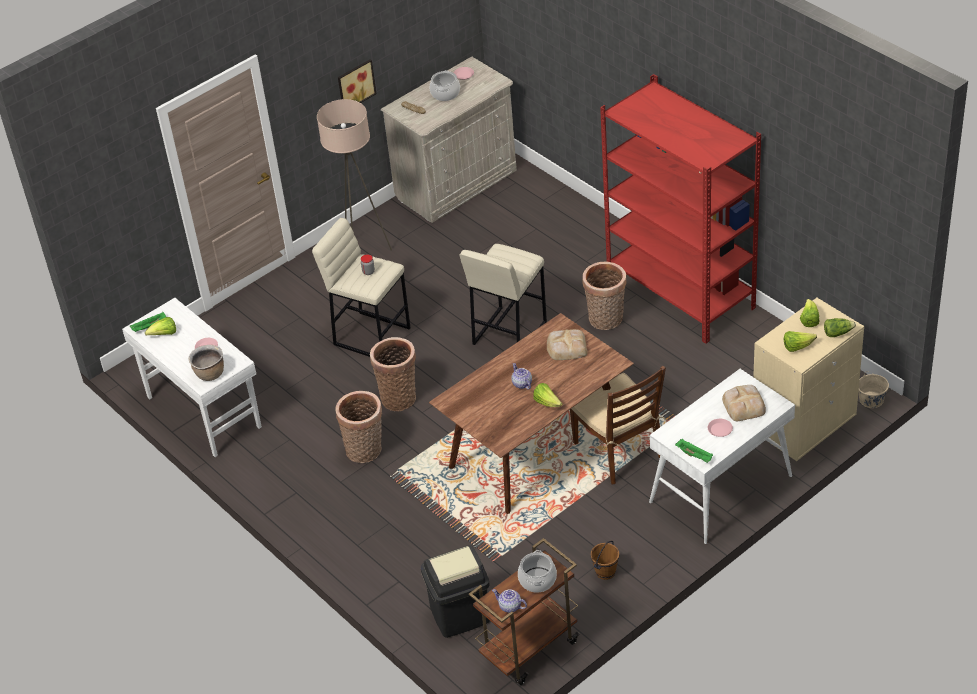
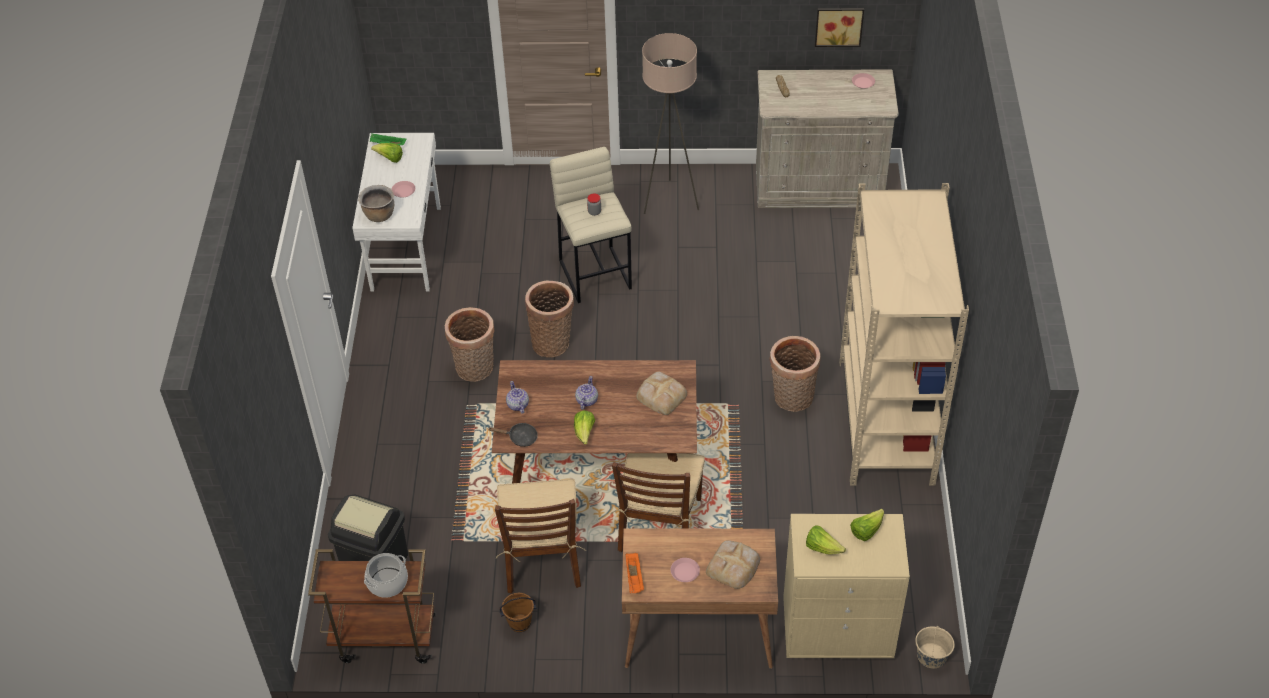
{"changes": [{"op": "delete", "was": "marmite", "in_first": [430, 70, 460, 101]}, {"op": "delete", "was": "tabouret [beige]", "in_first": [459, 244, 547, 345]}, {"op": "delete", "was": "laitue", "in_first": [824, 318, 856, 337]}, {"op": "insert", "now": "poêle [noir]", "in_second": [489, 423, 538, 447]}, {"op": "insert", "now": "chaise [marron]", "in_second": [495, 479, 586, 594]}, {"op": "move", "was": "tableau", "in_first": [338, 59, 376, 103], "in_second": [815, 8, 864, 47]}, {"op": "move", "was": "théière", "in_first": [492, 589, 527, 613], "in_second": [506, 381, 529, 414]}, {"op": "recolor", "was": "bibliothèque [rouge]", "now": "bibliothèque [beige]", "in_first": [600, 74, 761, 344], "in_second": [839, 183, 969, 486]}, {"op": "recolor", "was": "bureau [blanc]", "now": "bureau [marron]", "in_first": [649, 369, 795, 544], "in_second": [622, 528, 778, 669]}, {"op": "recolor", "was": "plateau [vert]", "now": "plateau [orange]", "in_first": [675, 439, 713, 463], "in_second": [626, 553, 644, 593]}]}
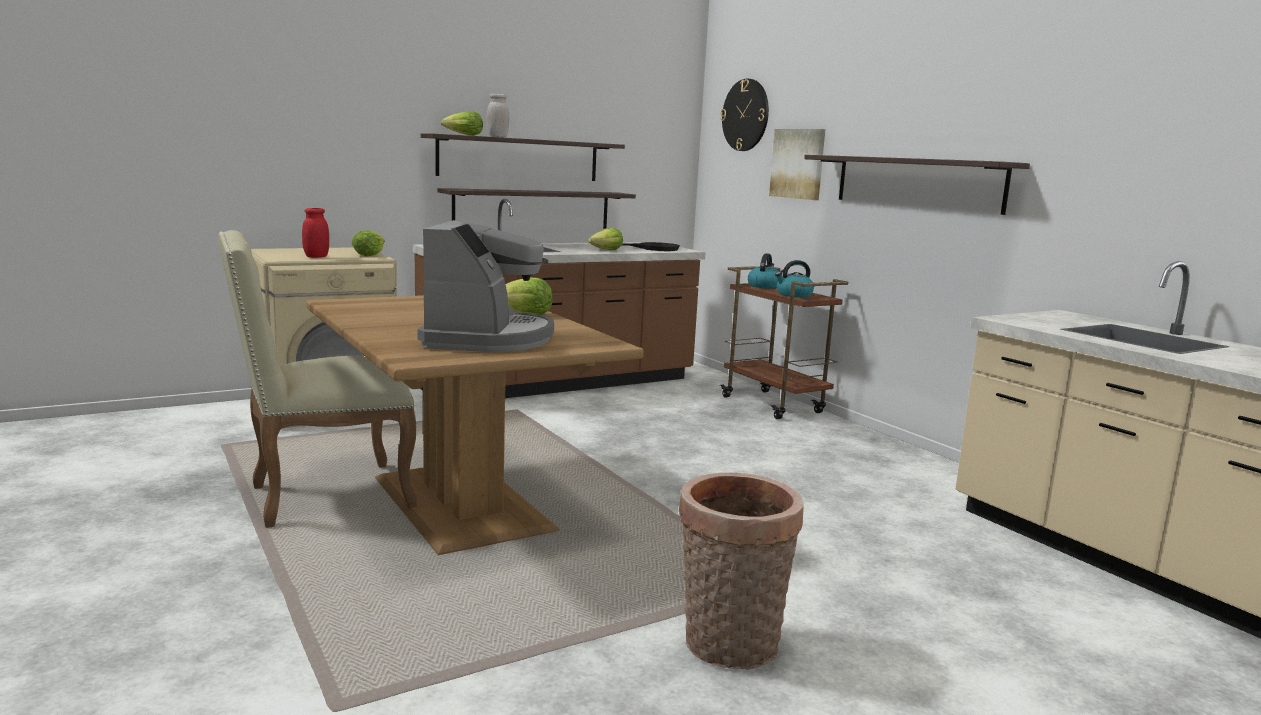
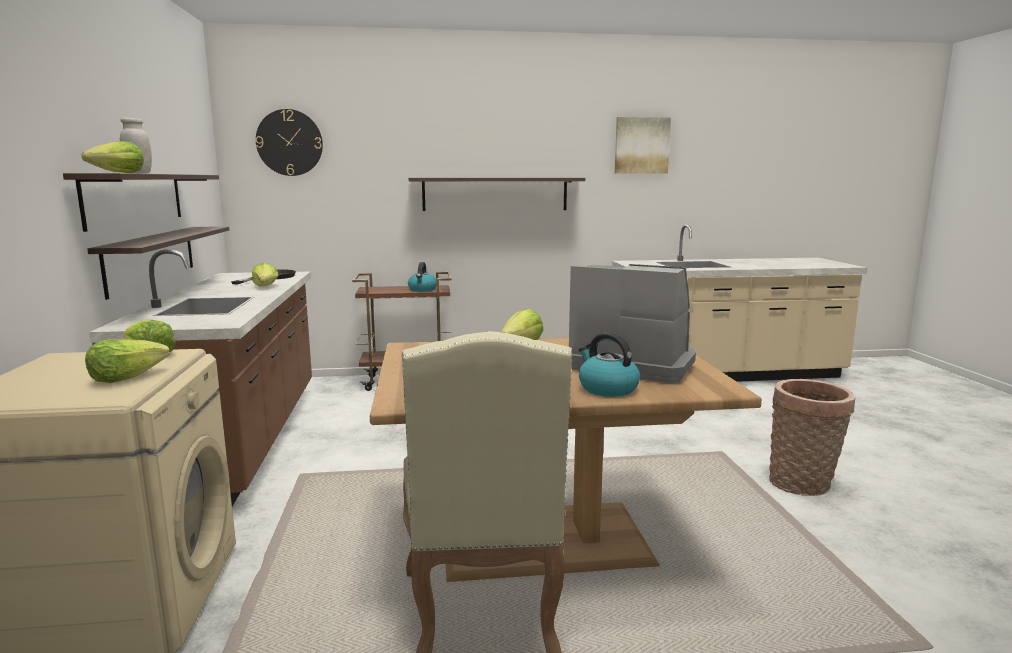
{"changes": [{"op": "move", "was": "bouilloire", "in_first": [748, 253, 779, 289], "in_second": [579, 332, 640, 397]}, {"op": "move", "was": "tableau", "in_first": [769, 129, 825, 200], "in_second": [615, 117, 671, 174]}, {"op": "replace", "was": "bocal [rouge]", "now": "laitue", "in_first": [302, 208, 329, 258], "in_second": [85, 339, 170, 383]}]}
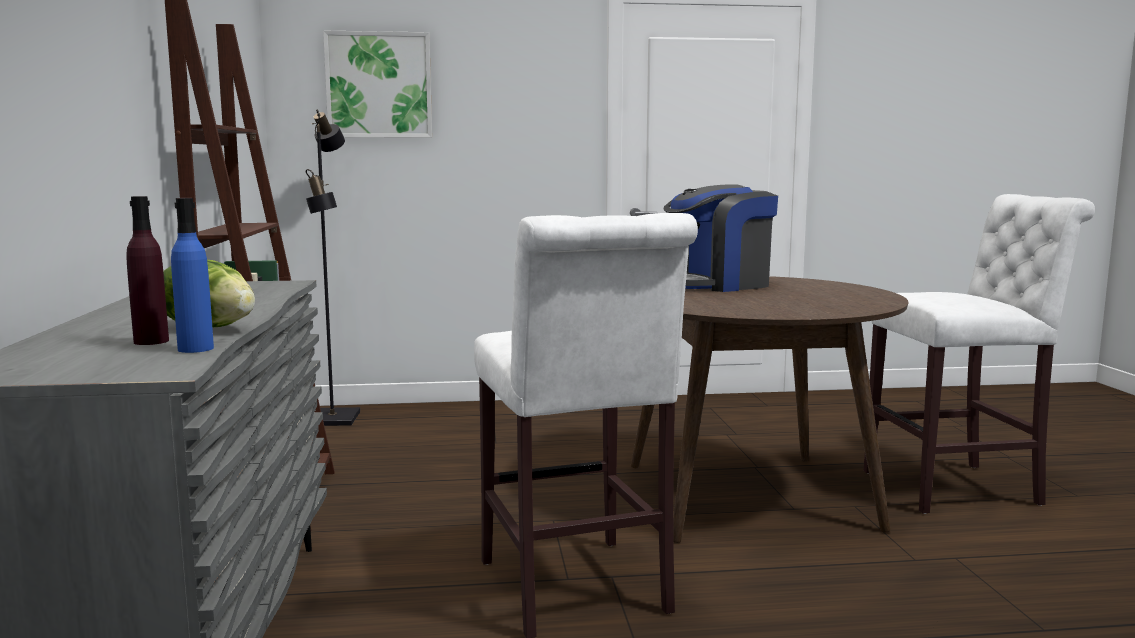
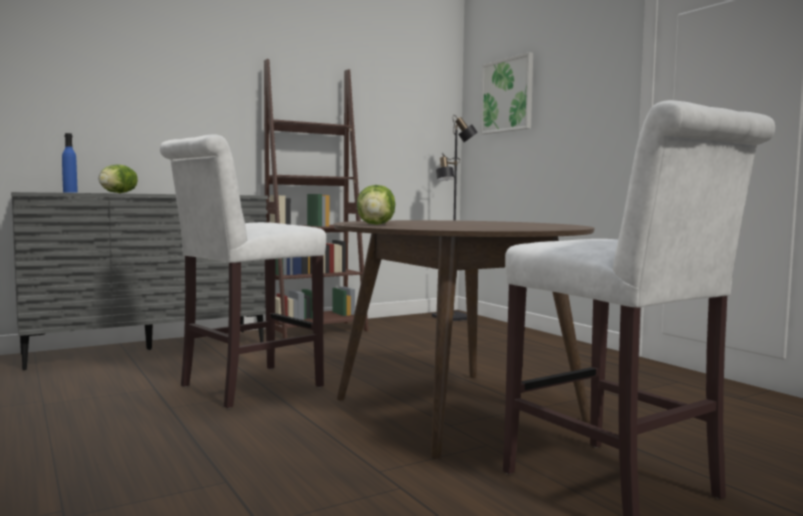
{"changes": [{"op": "delete", "was": "bouteille [violet]", "in_first": [126, 196, 169, 345]}, {"op": "delete", "was": "machine à café", "in_first": [664, 184, 778, 292]}, {"op": "insert", "now": "laitue", "in_second": [357, 185, 395, 225]}]}
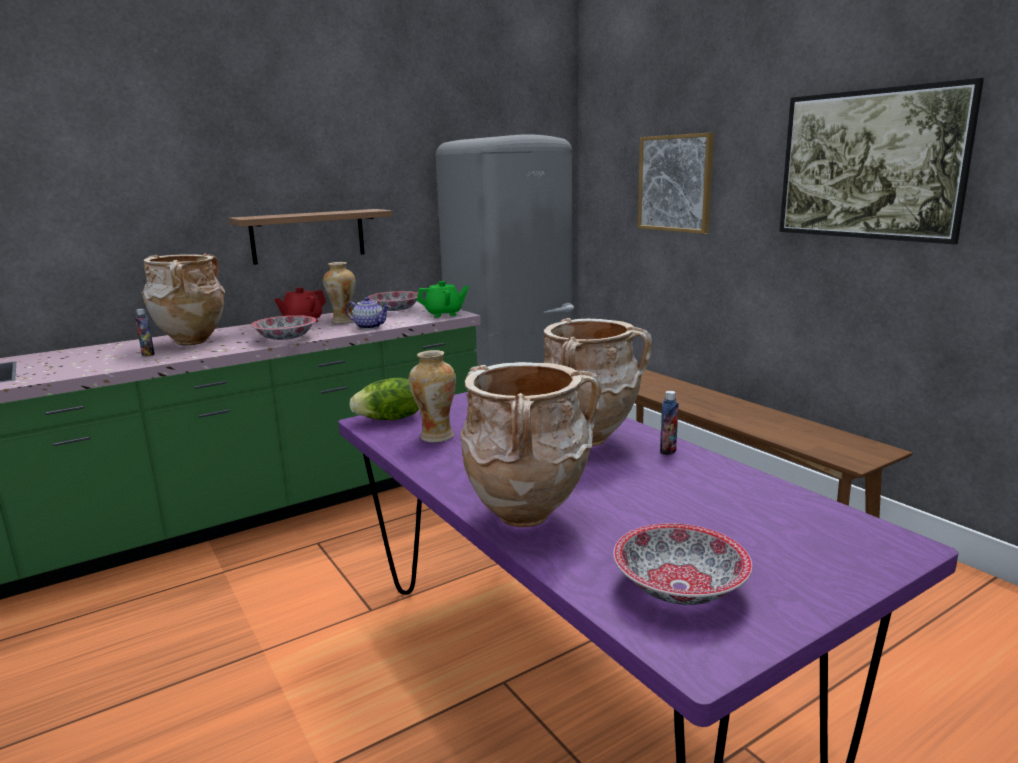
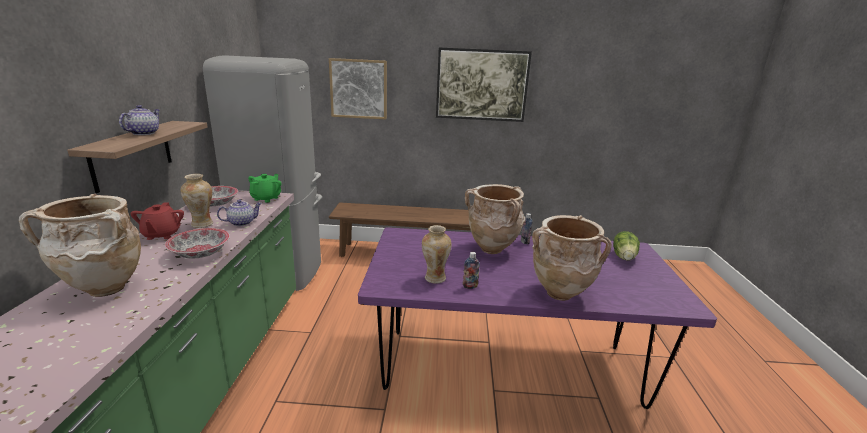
{"changes": [{"op": "delete", "was": "bol", "in_first": [613, 524, 752, 605]}, {"op": "insert", "now": "théière", "in_second": [119, 105, 160, 135]}, {"op": "move", "was": "bouteille", "in_first": [135, 309, 155, 356], "in_second": [463, 252, 480, 289]}, {"op": "move", "was": "laitue", "in_first": [349, 378, 419, 420], "in_second": [613, 231, 640, 261]}]}
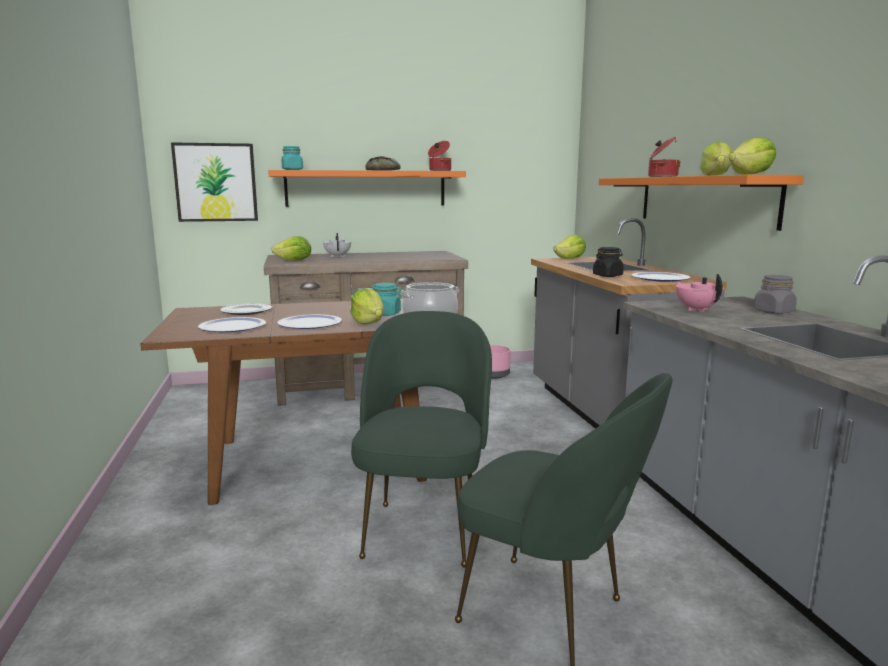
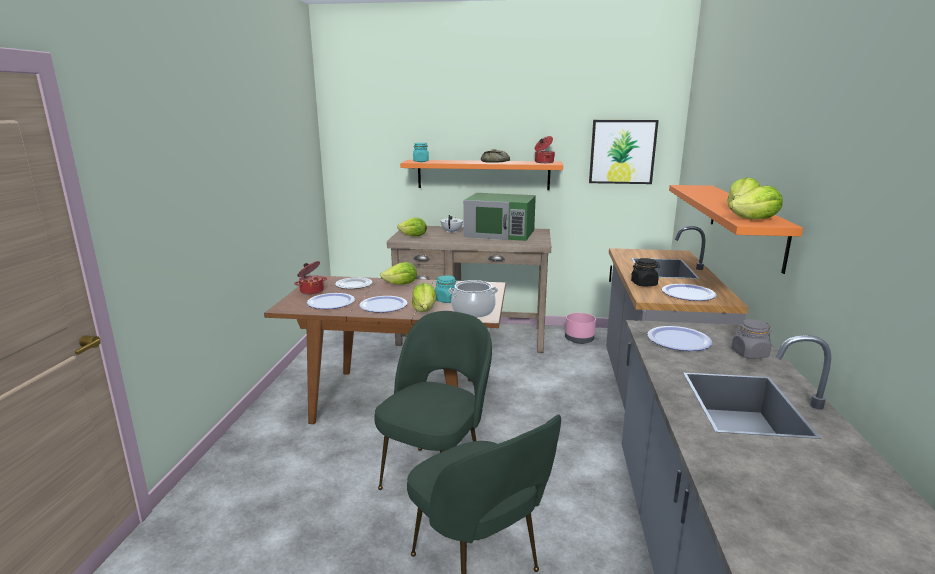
{"changes": [{"op": "insert", "now": "micro-ondes [vert]", "in_second": [463, 193, 536, 241]}, {"op": "move", "was": "tableau", "in_first": [171, 142, 258, 222], "in_second": [589, 120, 659, 184]}, {"op": "move", "was": "laitue", "in_first": [553, 235, 586, 259], "in_second": [380, 262, 417, 285]}, {"op": "move", "was": "marmite", "in_first": [648, 136, 681, 177], "in_second": [294, 261, 327, 295]}, {"op": "replace", "was": "théière [rose]", "now": "assiette", "in_first": [675, 274, 724, 312], "in_second": [647, 326, 712, 351]}]}
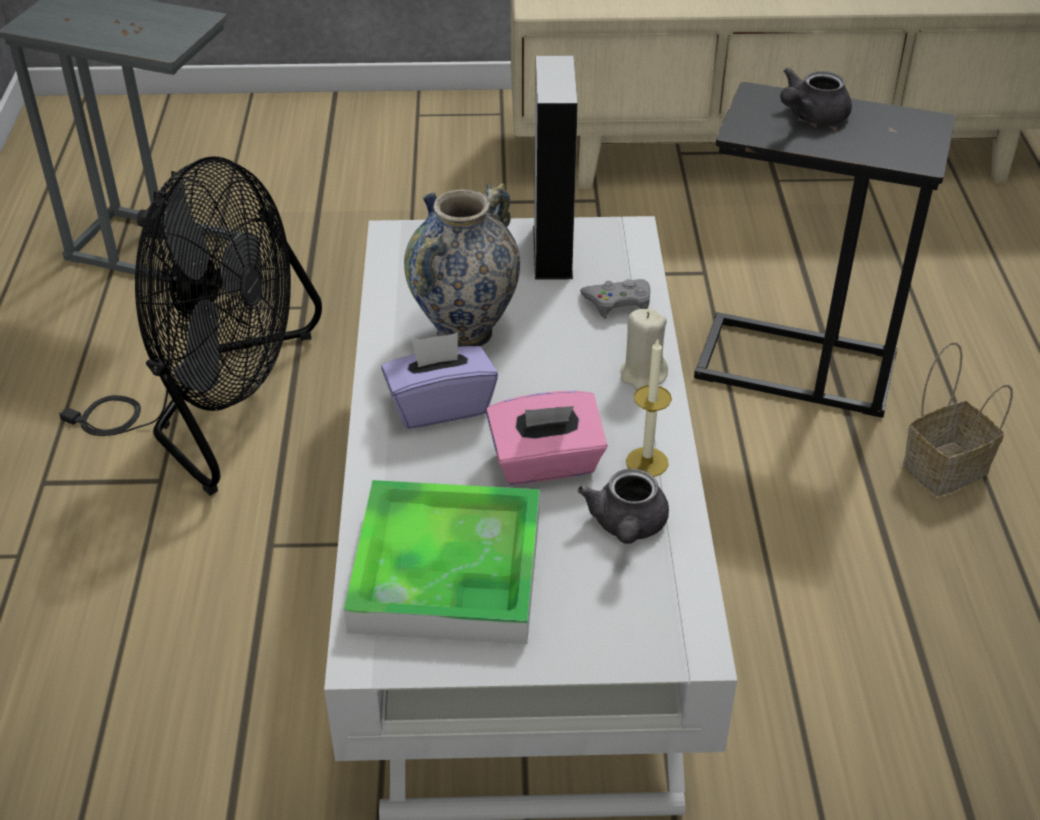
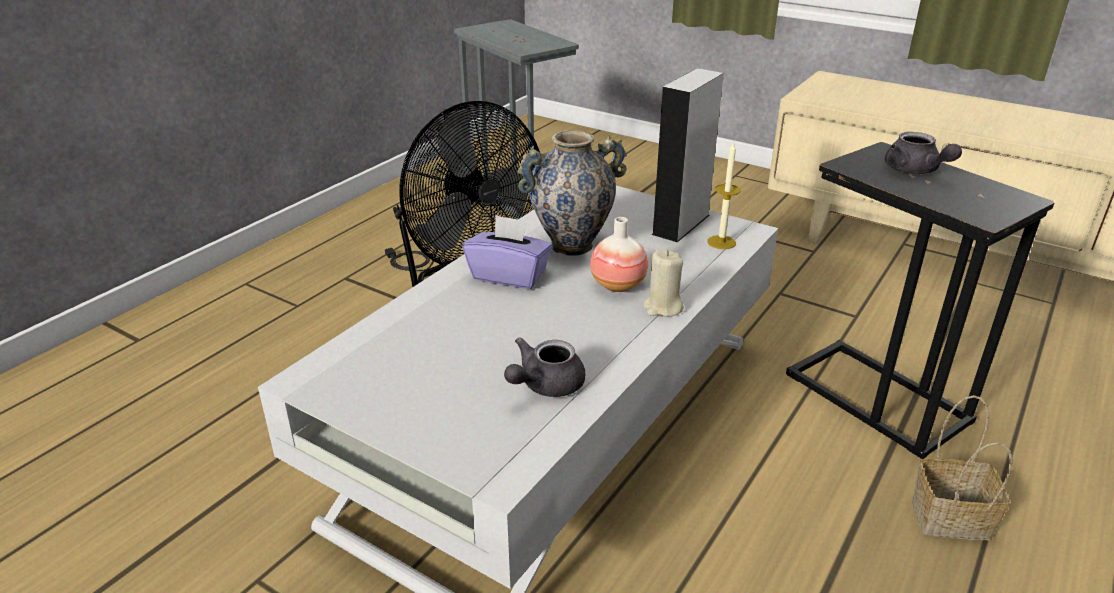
{"changes": [{"op": "delete", "was": "plateau", "in_first": [344, 480, 540, 644]}, {"op": "delete", "was": "boîte à mouchoirs [rose]", "in_first": [486, 391, 608, 485]}, {"op": "delete", "was": "manette [gris]", "in_first": [580, 279, 650, 319]}, {"op": "insert", "now": "vase", "in_second": [590, 217, 648, 292]}, {"op": "move", "was": "bougie", "in_first": [626, 338, 672, 477], "in_second": [707, 141, 740, 249]}, {"op": "rotate", "was": "théière [gris]", "in_first": [780, 67, 852, 125], "in_second": [885, 132, 962, 174], "clockwise": -105}]}
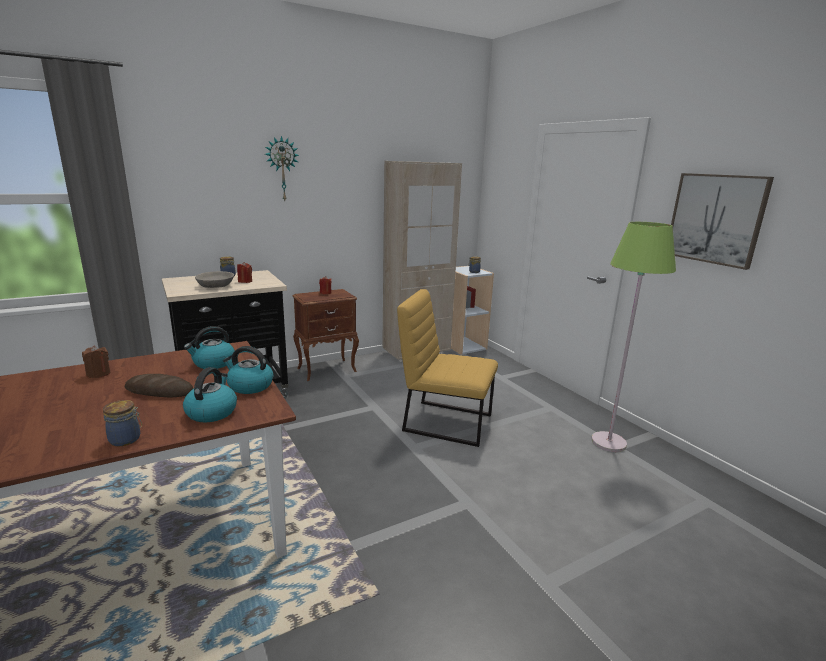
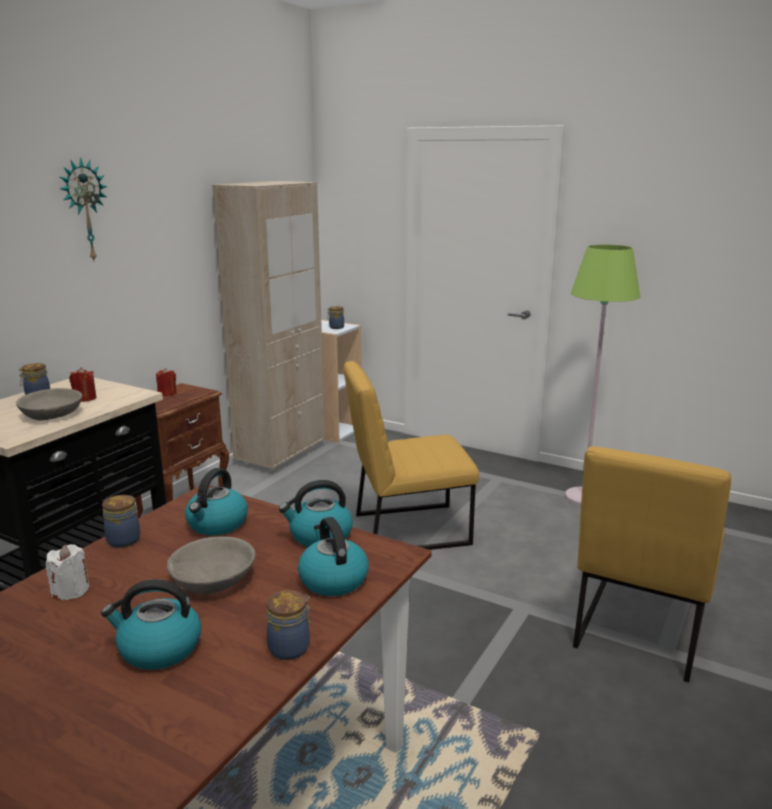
{"changes": [{"op": "delete", "was": "tableau", "in_first": [671, 173, 774, 270]}, {"op": "insert", "now": "bouilloire", "in_second": [101, 579, 201, 670]}, {"op": "insert", "now": "bocal", "in_second": [102, 495, 140, 548]}, {"op": "insert", "now": "chaise [jaune]", "in_second": [573, 446, 731, 683]}, {"op": "replace", "was": "pain", "now": "bol [gris]", "in_first": [125, 374, 193, 397], "in_second": [167, 537, 256, 594]}, {"op": "recolor", "was": "bougie [marron]", "now": "bougie [blanc]", "in_first": [82, 345, 110, 378], "in_second": [46, 544, 89, 600]}]}
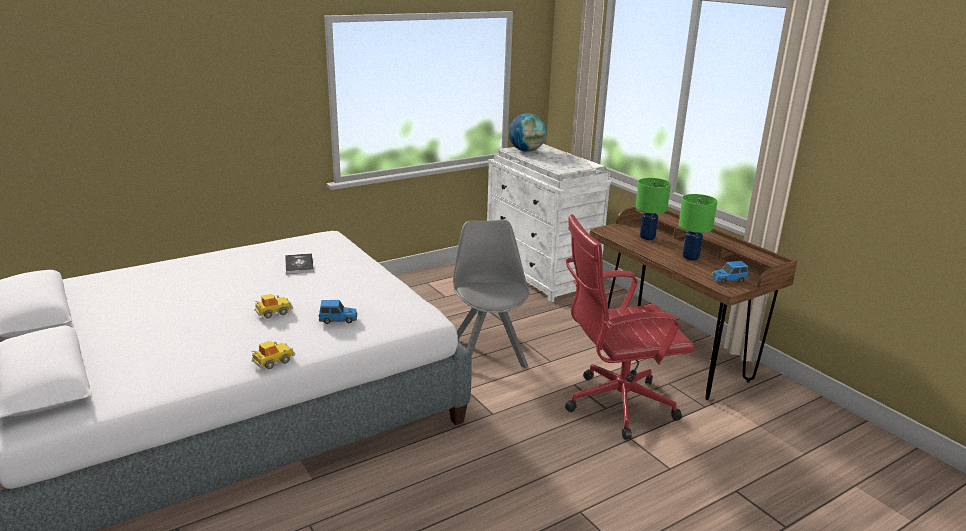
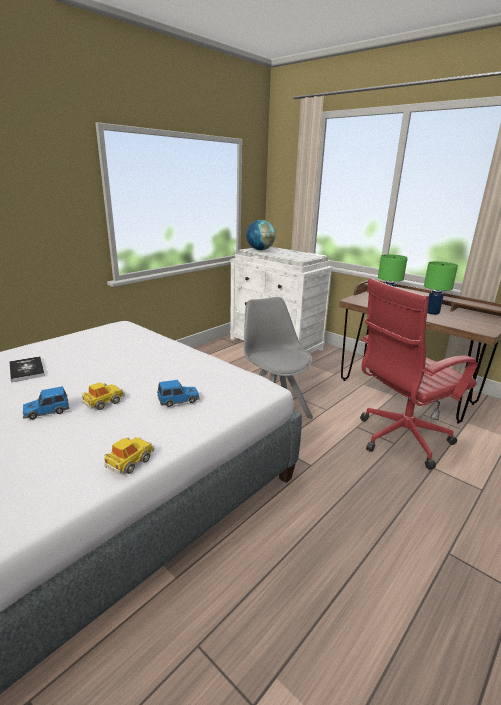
{"changes": [{"op": "move", "was": "livre", "in_first": [285, 253, 314, 274], "in_second": [10, 356, 45, 382]}, {"op": "move", "was": "petite voiture", "in_first": [711, 261, 749, 284], "in_second": [23, 386, 69, 420]}]}
